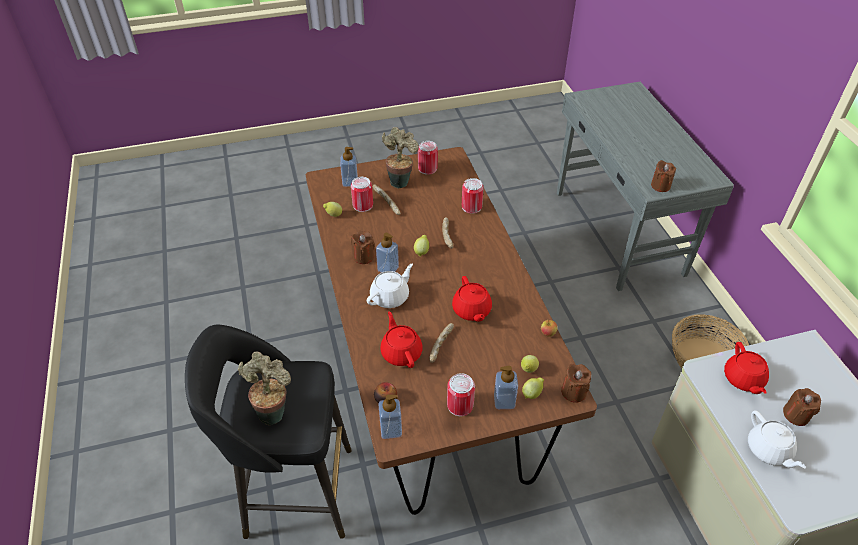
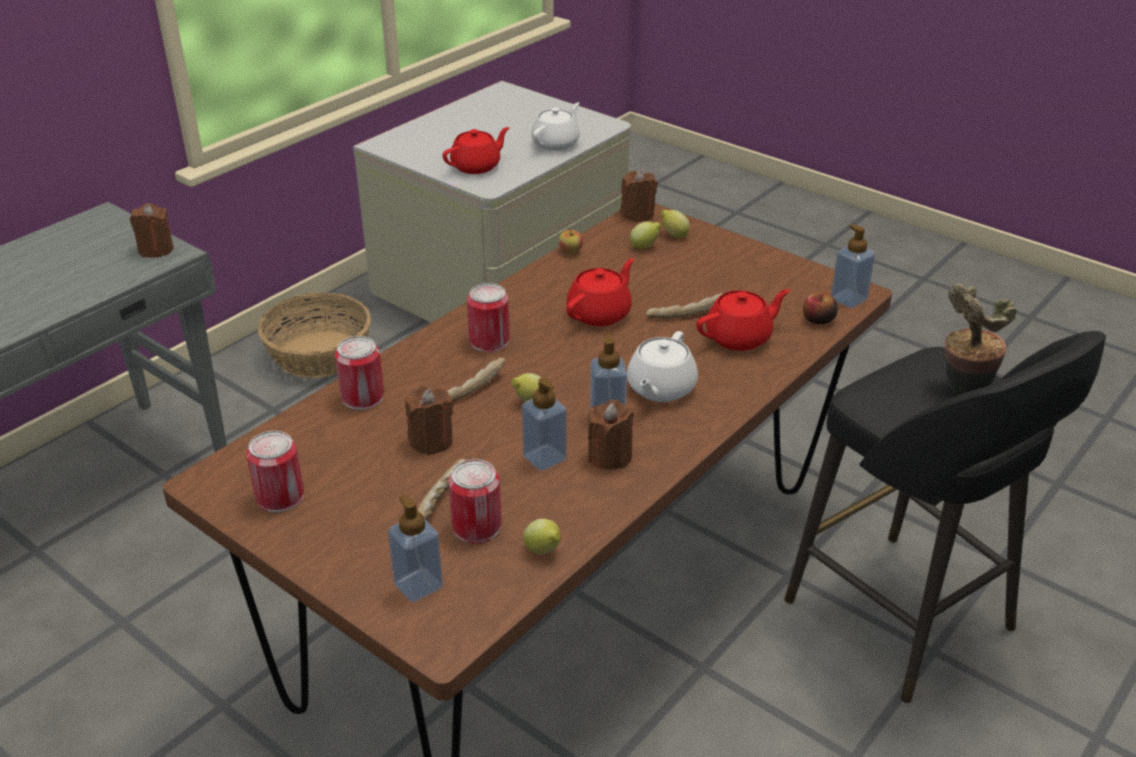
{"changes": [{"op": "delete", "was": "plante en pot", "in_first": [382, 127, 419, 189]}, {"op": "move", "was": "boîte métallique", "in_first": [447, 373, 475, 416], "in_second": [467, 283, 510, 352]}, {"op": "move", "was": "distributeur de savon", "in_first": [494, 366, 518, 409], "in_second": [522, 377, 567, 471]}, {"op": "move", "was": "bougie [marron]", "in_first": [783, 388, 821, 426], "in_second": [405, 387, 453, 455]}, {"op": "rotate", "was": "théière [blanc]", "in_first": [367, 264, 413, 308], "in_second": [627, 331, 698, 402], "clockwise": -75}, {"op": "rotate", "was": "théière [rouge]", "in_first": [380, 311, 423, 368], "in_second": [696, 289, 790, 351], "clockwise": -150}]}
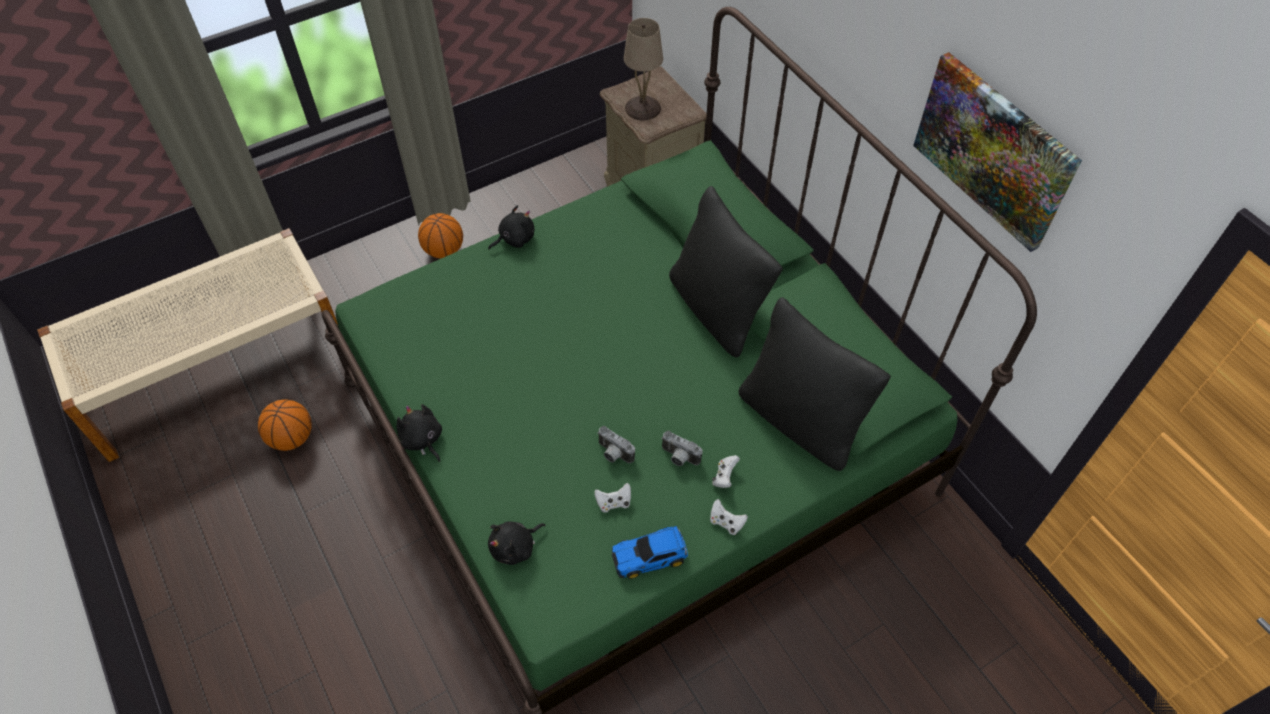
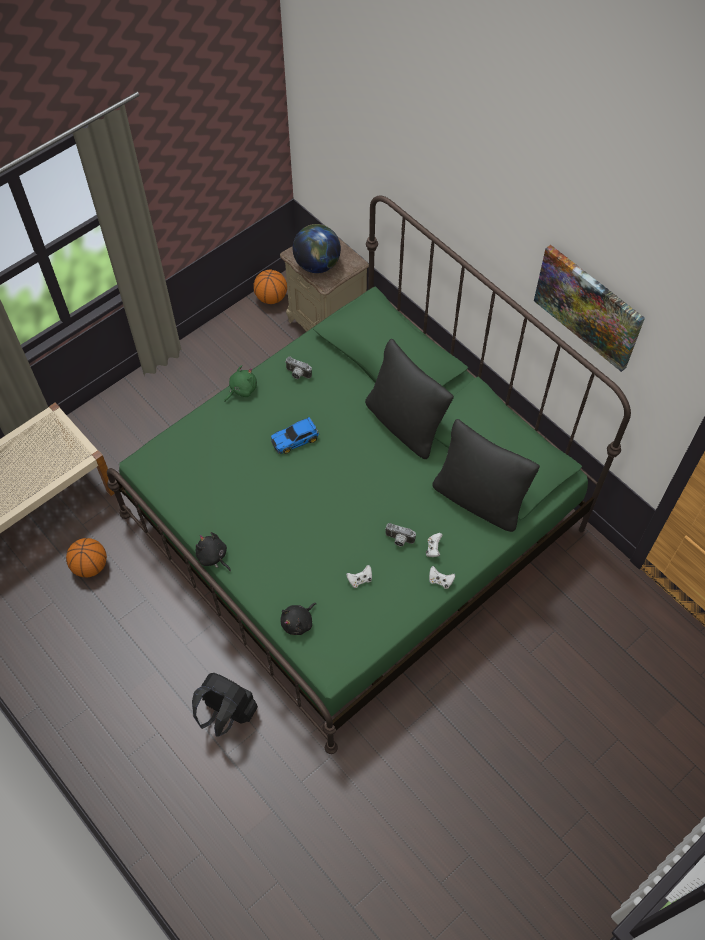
{"changes": [{"op": "insert", "now": "sac à dos [noir]", "in_second": [192, 673, 258, 737]}, {"op": "move", "was": "ballon de basket", "in_first": [418, 213, 463, 258], "in_second": [253, 270, 287, 304]}, {"op": "move", "was": "appareil photo", "in_first": [597, 426, 635, 463], "in_second": [285, 356, 312, 379]}, {"op": "move", "was": "petite voiture", "in_first": [612, 526, 688, 579], "in_second": [271, 417, 319, 454]}, {"op": "replace", "was": "lampe de table [beige]", "now": "globe", "in_first": [624, 18, 663, 120], "in_second": [293, 224, 341, 273]}, {"op": "recolor", "was": "peluche [noir]", "now": "peluche [vert]", "in_first": [488, 205, 535, 250], "in_second": [224, 365, 257, 402]}]}
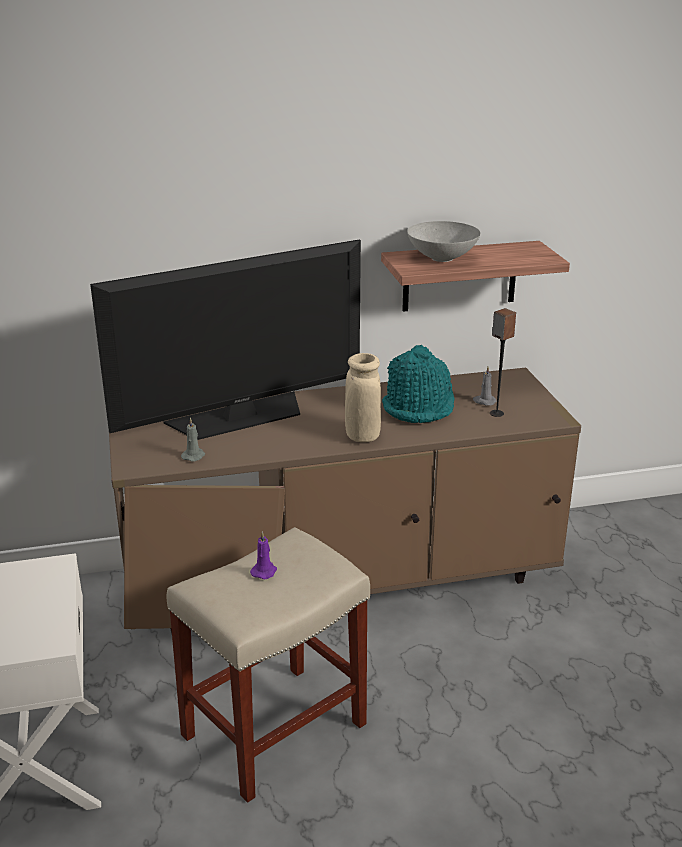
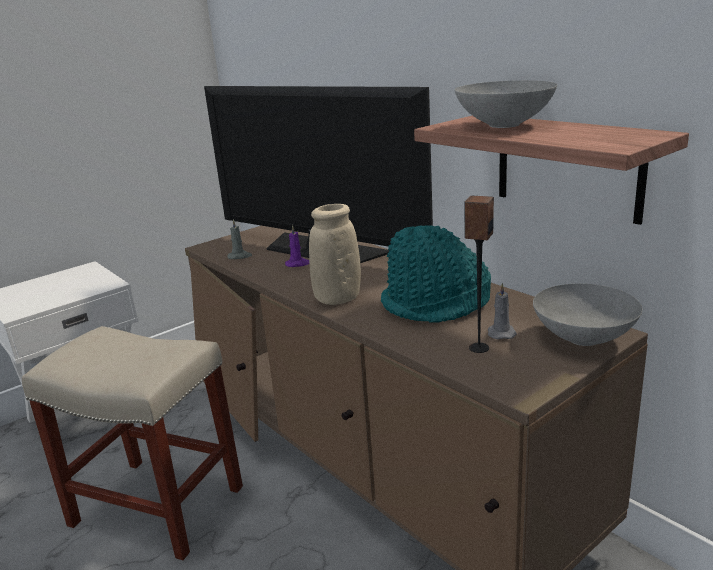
{"changes": [{"op": "insert", "now": "bol [gris]", "in_second": [533, 284, 642, 346]}, {"op": "move", "was": "bougie [violet]", "in_first": [250, 531, 277, 579], "in_second": [285, 225, 309, 267]}]}
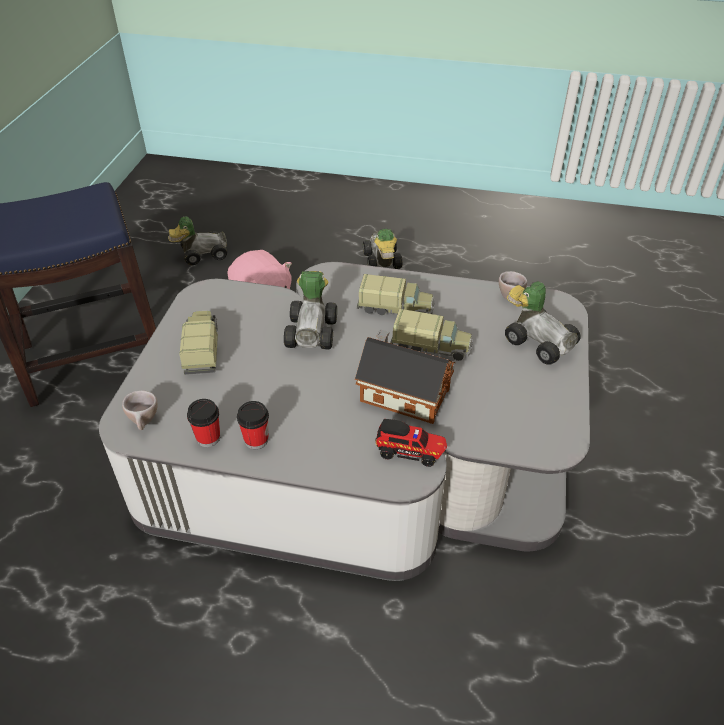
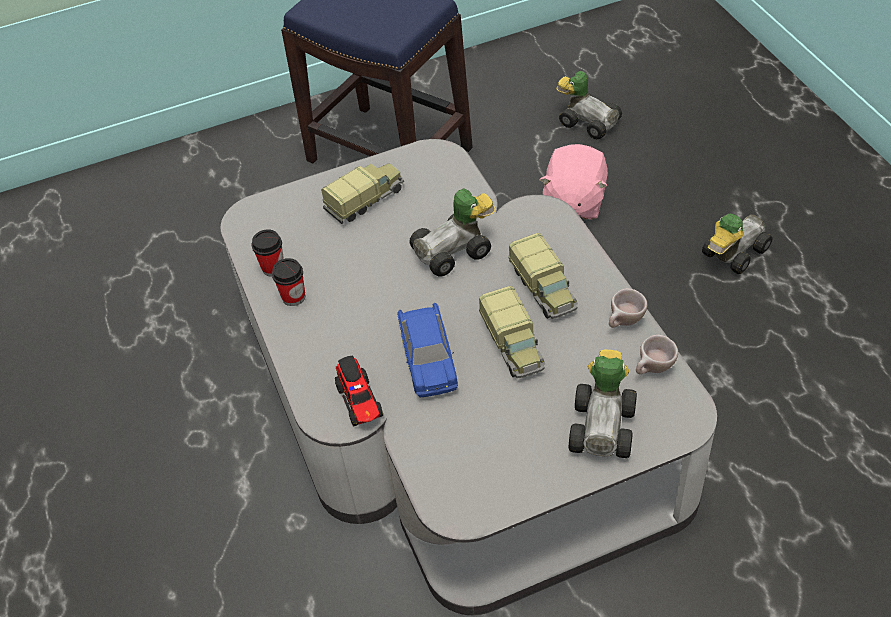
{"changes": [{"op": "move", "was": "tasse [beige]", "in_first": [122, 390, 158, 430], "in_second": [609, 288, 648, 328]}, {"op": "replace", "was": "maison miniature", "now": "petite voiture [bleu]", "in_first": [355, 329, 456, 424], "in_second": [397, 303, 458, 397]}]}
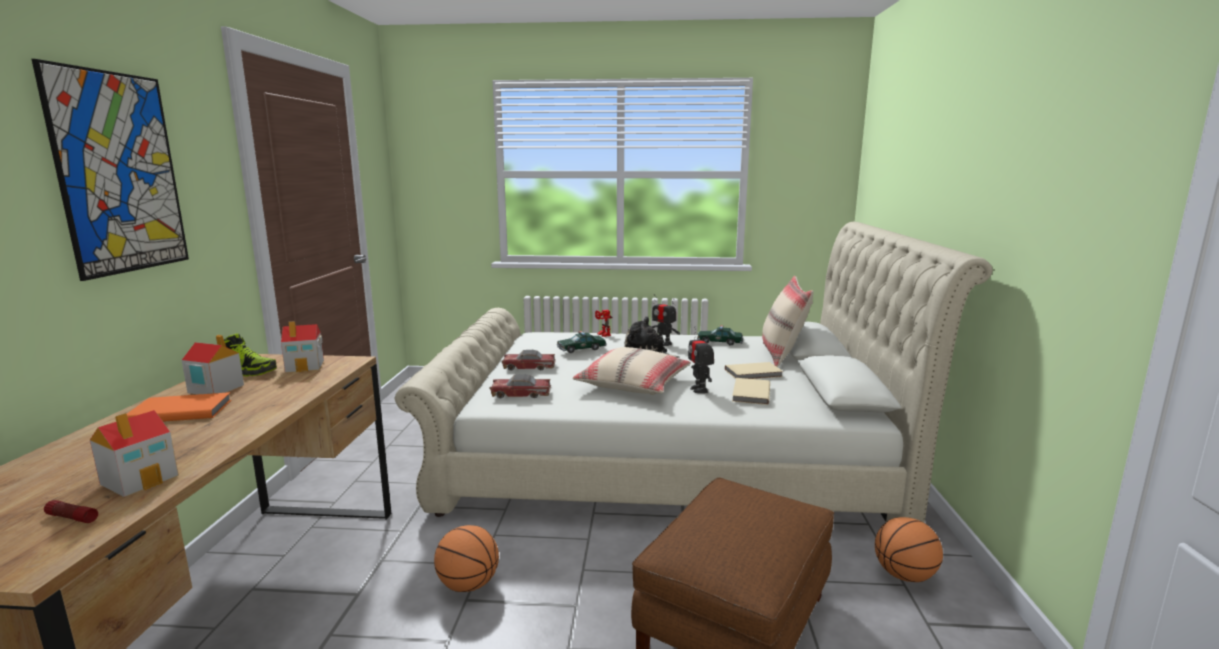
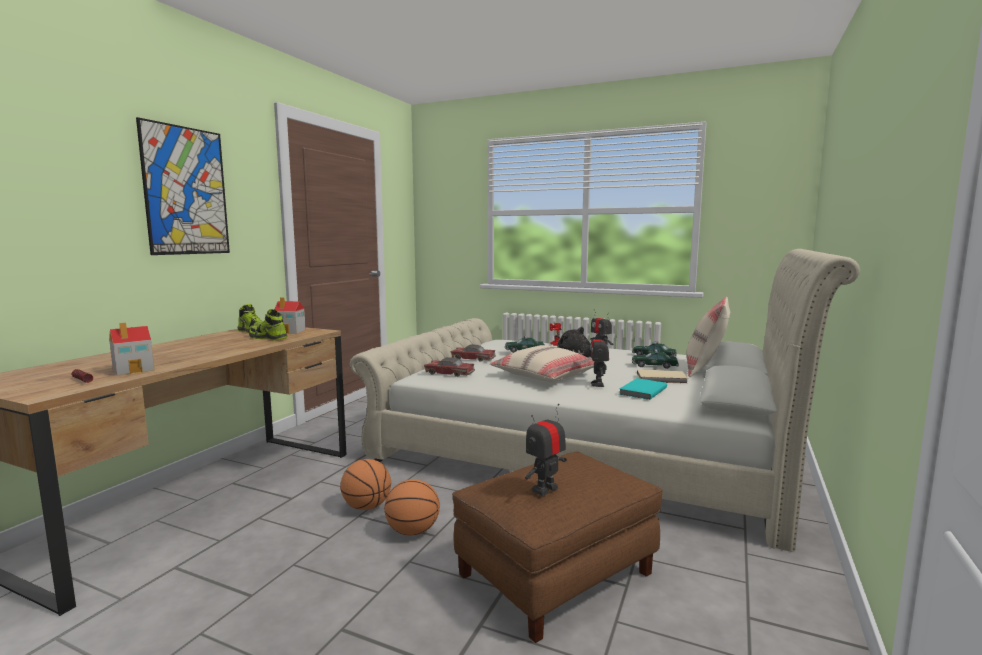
{"changes": [{"op": "delete", "was": "livre [orange]", "in_first": [127, 392, 231, 422]}, {"op": "delete", "was": "maison miniature", "in_first": [182, 335, 244, 394]}, {"op": "insert", "now": "chaussure", "in_second": [249, 309, 287, 341]}, {"op": "insert", "now": "robot jouet", "in_second": [525, 404, 567, 496]}, {"op": "insert", "now": "petite voiture", "in_second": [632, 349, 679, 369]}, {"op": "move", "was": "ballon de basket", "in_first": [875, 517, 943, 582], "in_second": [384, 479, 440, 536]}, {"op": "recolor", "was": "livre [beige]", "now": "livre [turquoise]", "in_first": [732, 378, 770, 405], "in_second": [619, 378, 667, 400]}]}
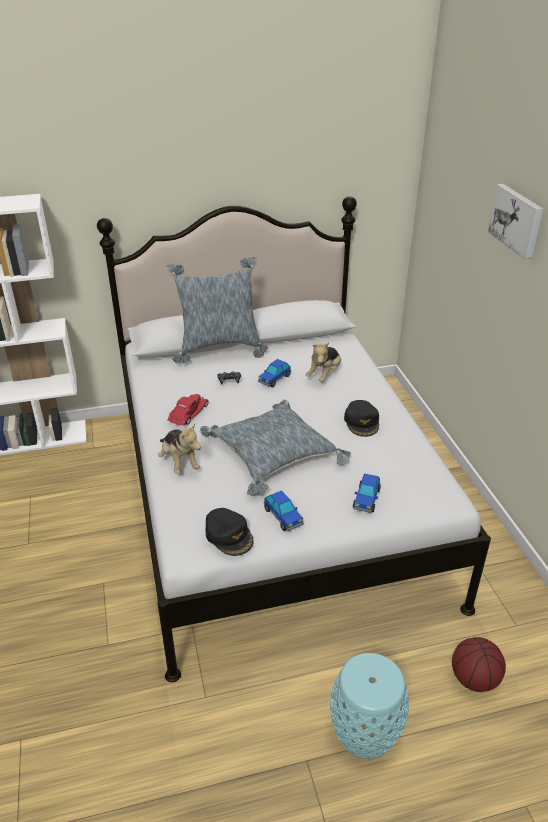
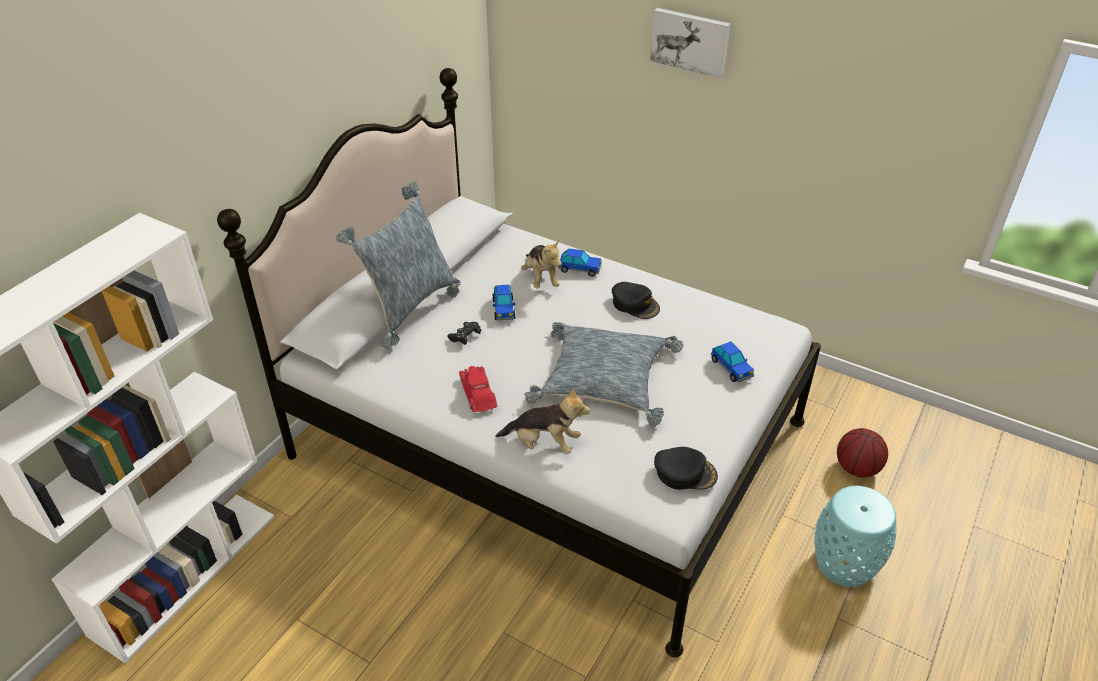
{"changes": [{"op": "move", "was": "petite voiture", "in_first": [264, 490, 304, 531], "in_second": [558, 248, 602, 277]}]}
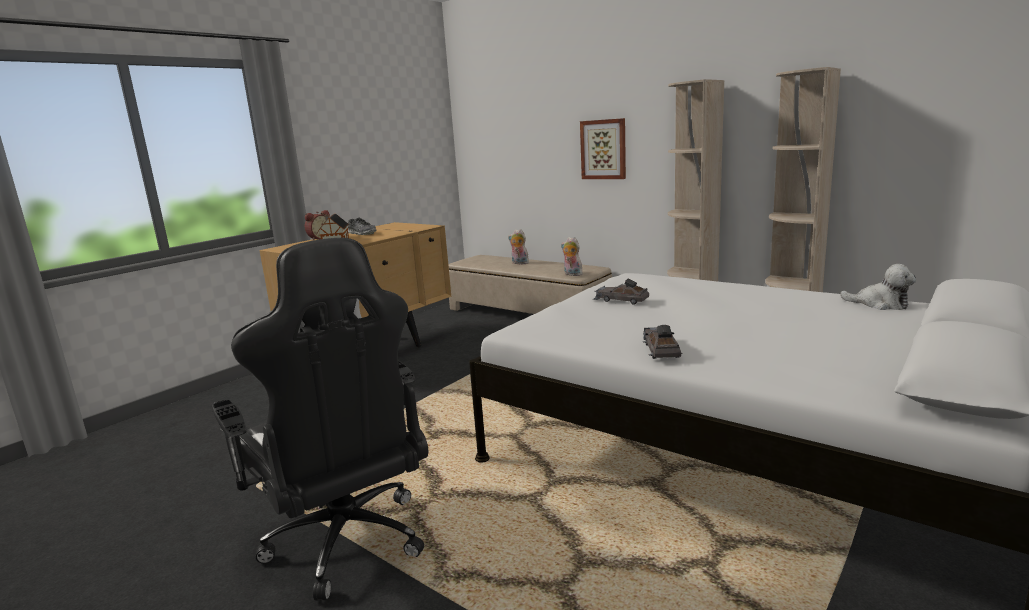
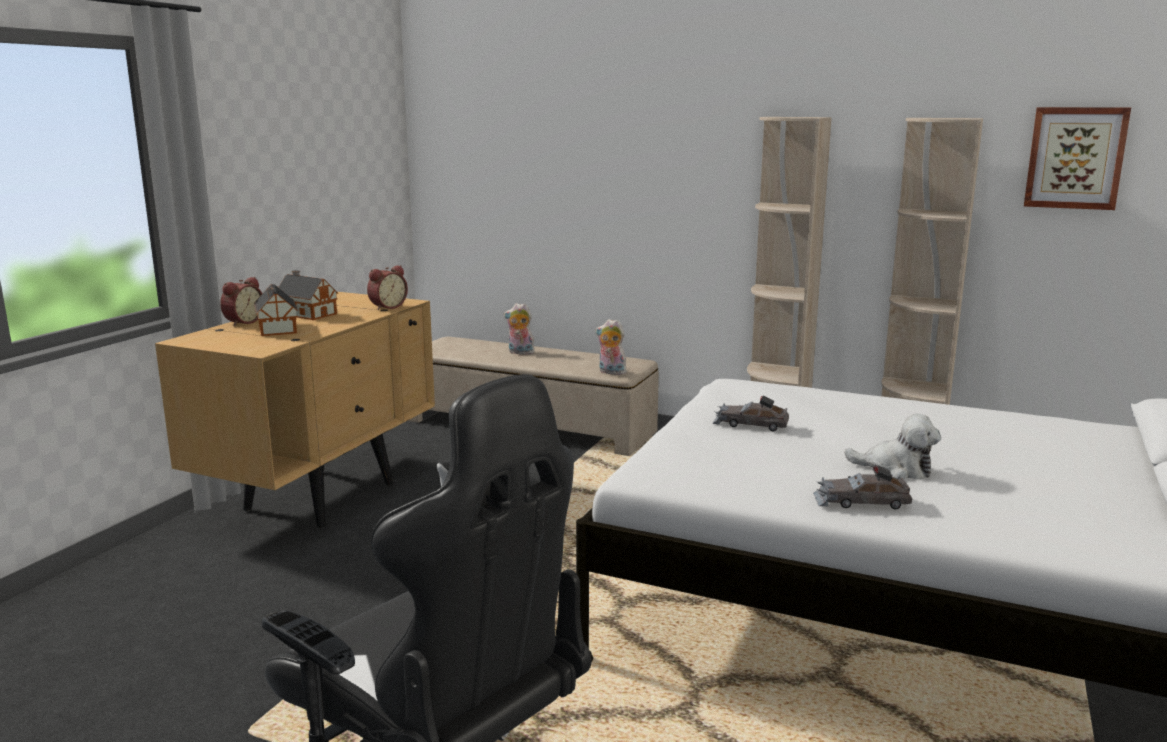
{"changes": [{"op": "insert", "now": "réveil", "in_second": [367, 265, 408, 310]}, {"op": "move", "was": "tableau", "in_first": [580, 118, 626, 179], "in_second": [1024, 107, 1131, 210]}, {"op": "move", "was": "peluche", "in_first": [840, 264, 916, 310], "in_second": [844, 414, 941, 479]}, {"op": "replace", "was": "chaussure", "now": "maison miniature", "in_first": [348, 218, 377, 235], "in_second": [278, 270, 338, 320]}, {"op": "rotate", "was": "petite voiture [gris]", "in_first": [643, 325, 683, 359], "in_second": [813, 465, 912, 509], "clockwise": -75}]}
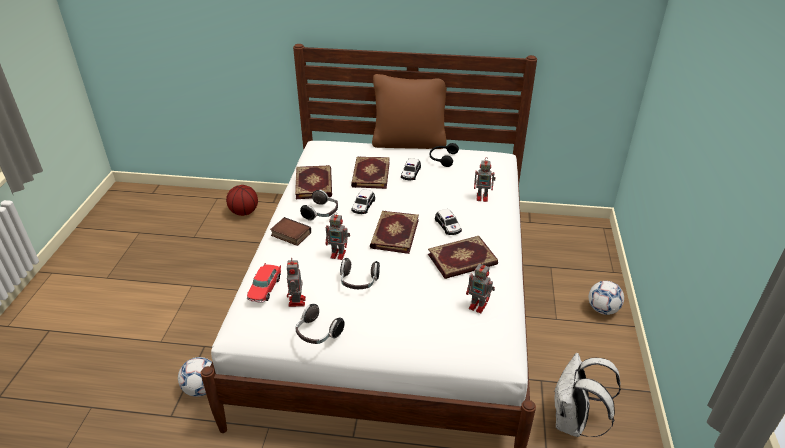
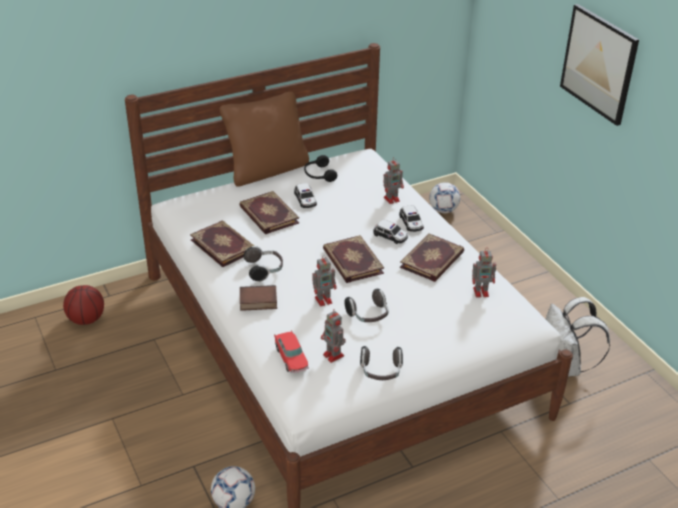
{"changes": [{"op": "insert", "now": "tableau", "in_second": [560, 4, 639, 126]}, {"op": "move", "was": "petite voiture", "in_first": [351, 189, 375, 214], "in_second": [399, 205, 424, 232]}, {"op": "move", "was": "ballon de foot", "in_first": [589, 281, 624, 315], "in_second": [429, 182, 460, 213]}]}
